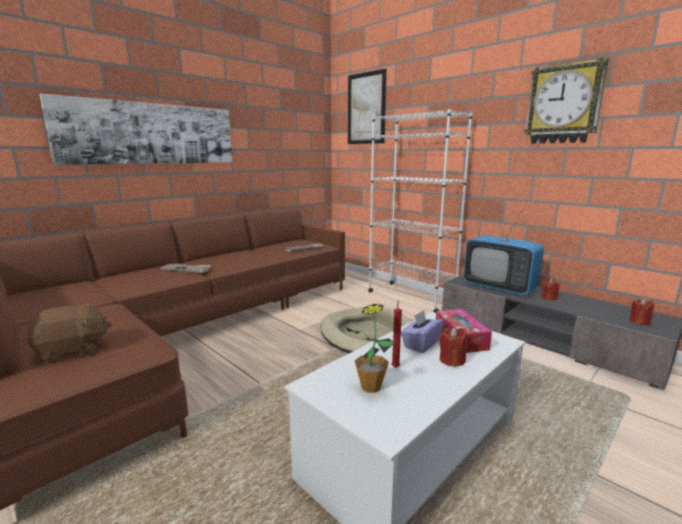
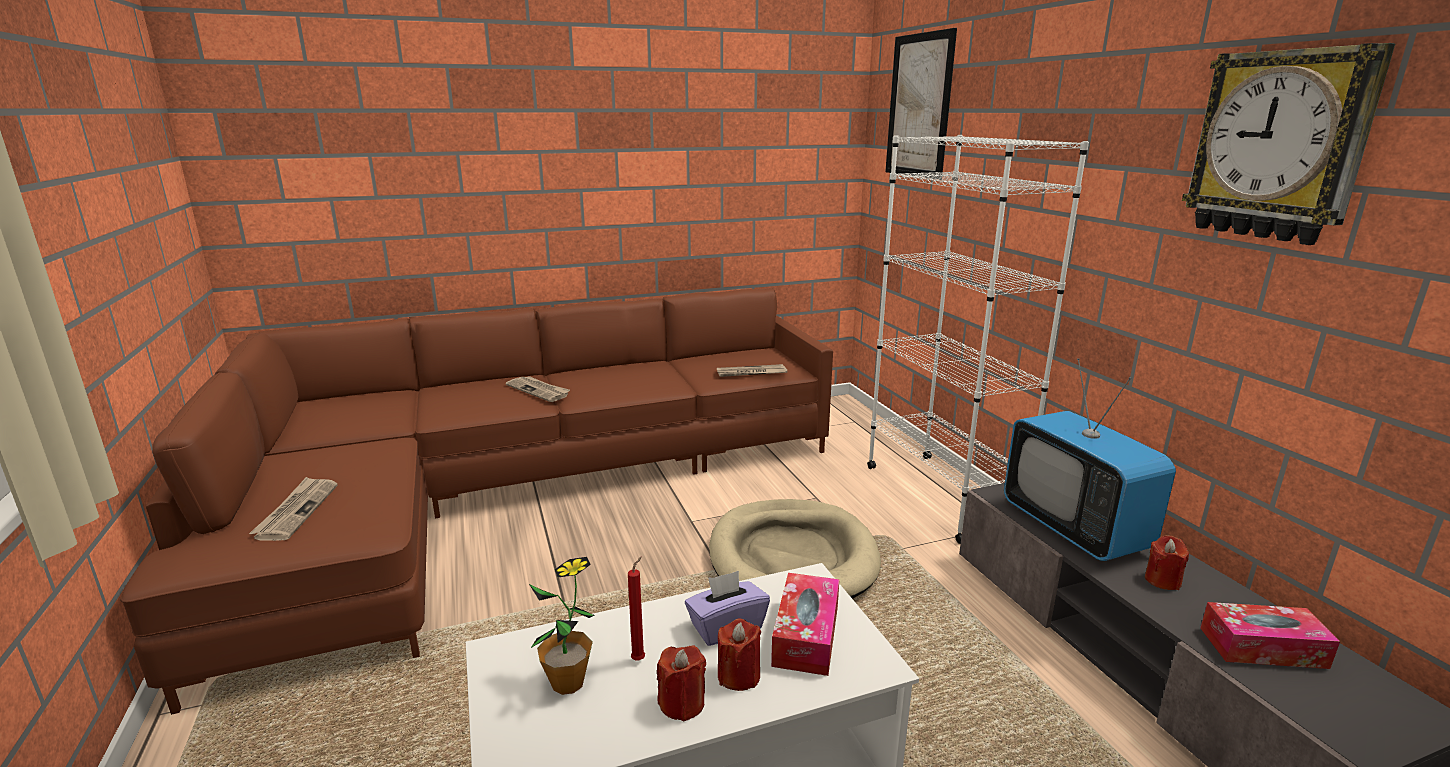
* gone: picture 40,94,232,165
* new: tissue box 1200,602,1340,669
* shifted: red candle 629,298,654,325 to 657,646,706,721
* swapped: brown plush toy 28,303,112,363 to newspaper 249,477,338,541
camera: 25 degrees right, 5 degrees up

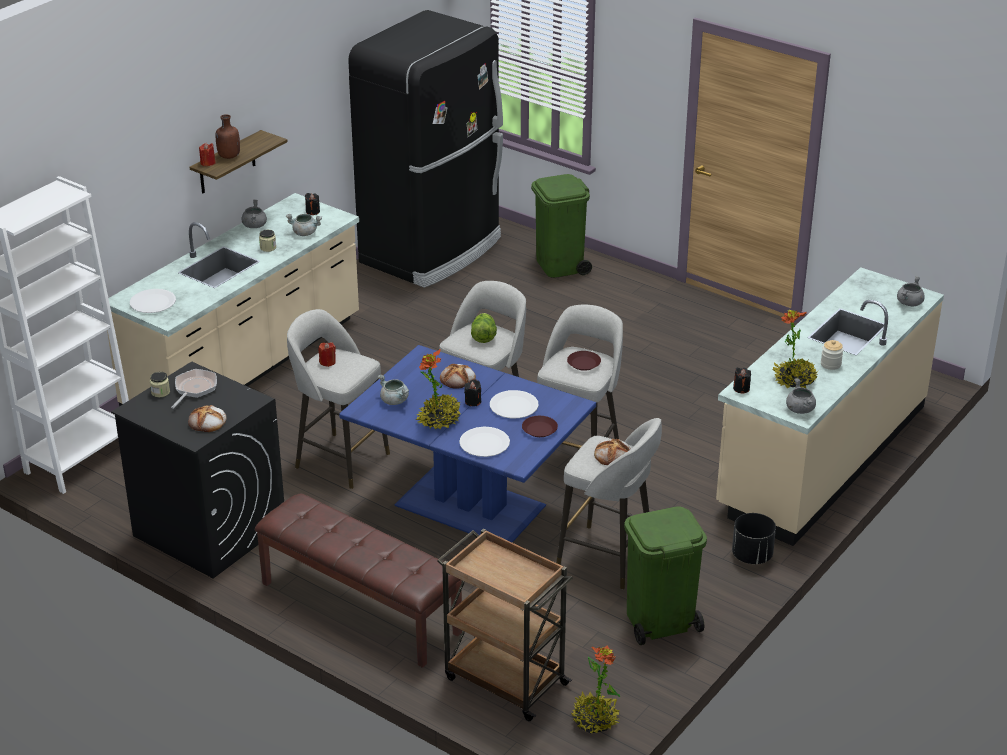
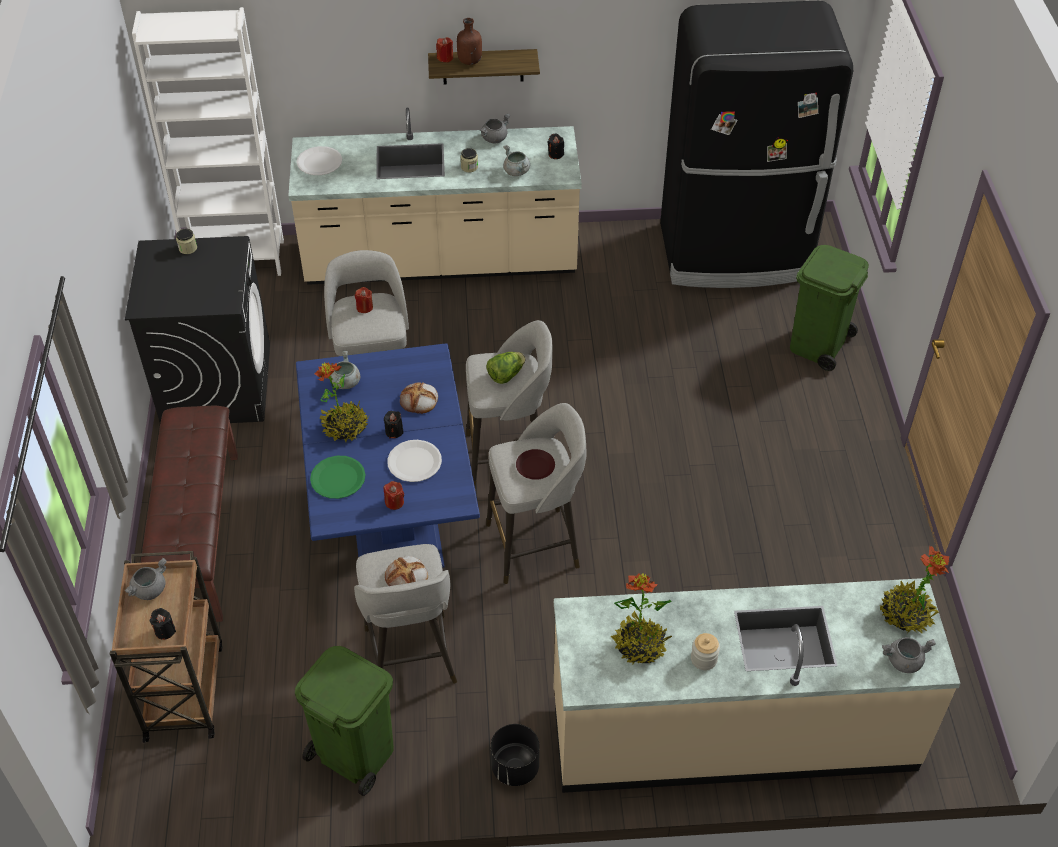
* gone: frying pan 171,369,217,409
* gone: bread 188,405,227,432
* shifted: potted plant 571,646,620,733 to 880,546,949,633
* shifted: black candle 733,368,751,393 to 149,608,176,640
* shifted: grey cooking pot 786,378,816,414 to 125,558,167,600
* swapped: brown plate 522,416,558,437 to red candle 384,481,404,510
* repainted: white plate 459,427,510,457 to green plate 310,456,366,499
camera: 50 degrees right, 15 degrees up

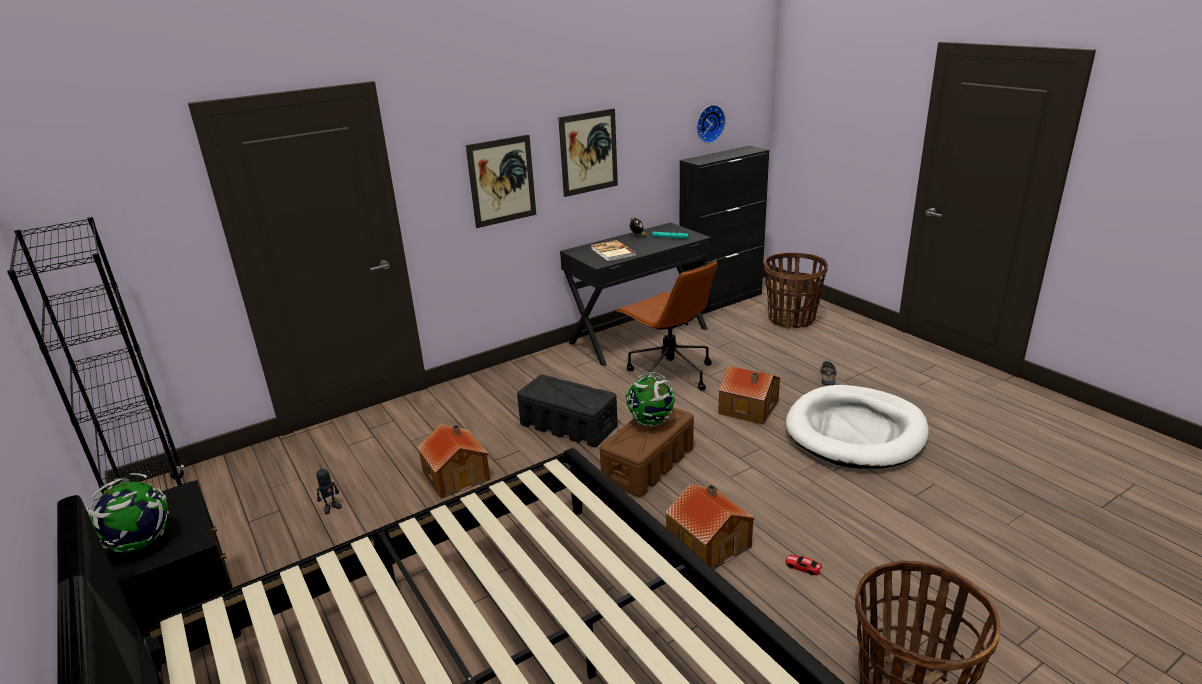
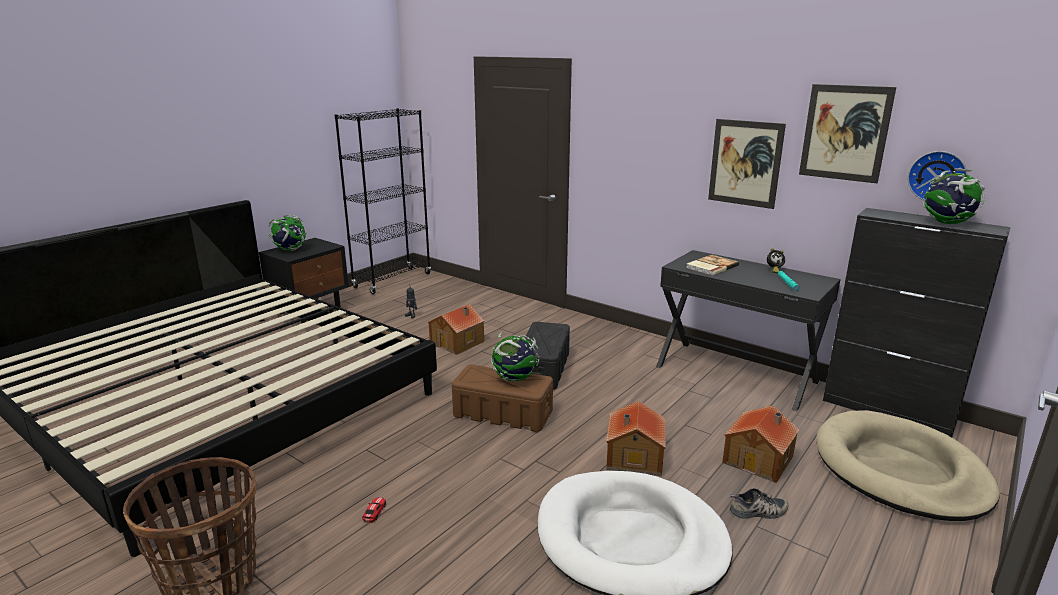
* gone: brown office chair 616,260,717,390
* new: globe 923,168,985,224
* shifted: picture 466,135,536,228 to 799,84,896,183
* shifted: toy house 665,484,754,569 to 722,405,800,483
* swapped: basket 764,253,828,329 to beige dog bed 816,410,1000,521
camera: 70 degrees right, 5 degrees down

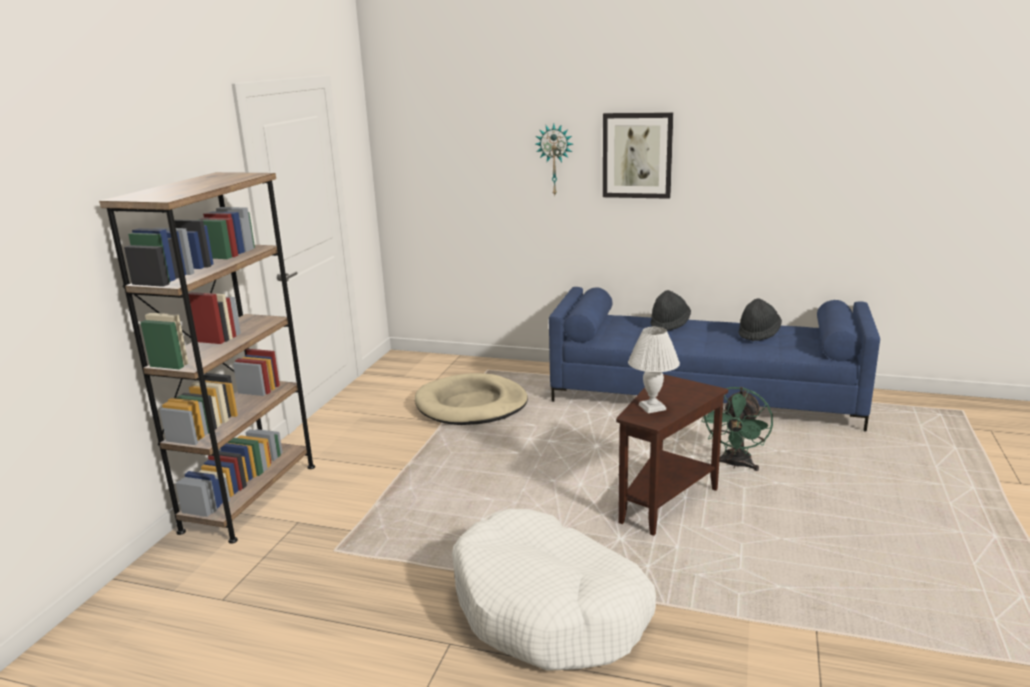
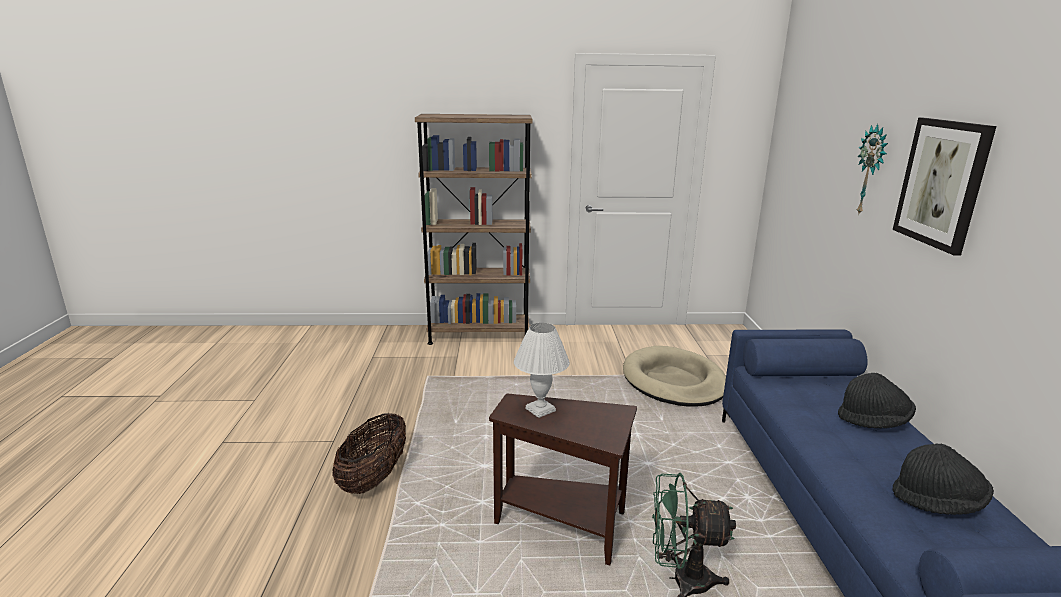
* swapped: white dog bed 452,509,656,671 to basket 332,412,406,494
camera: 70 degrees right, 0 degrees up

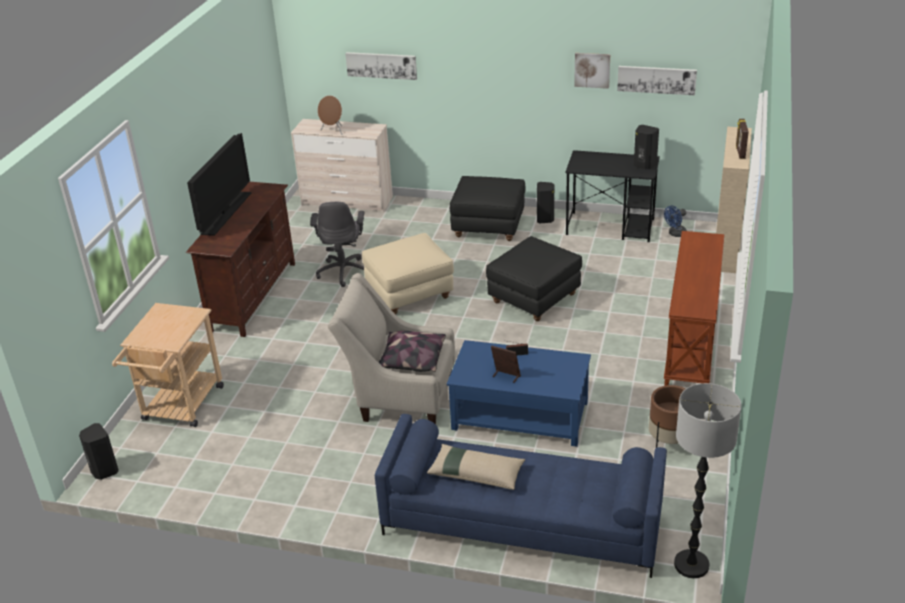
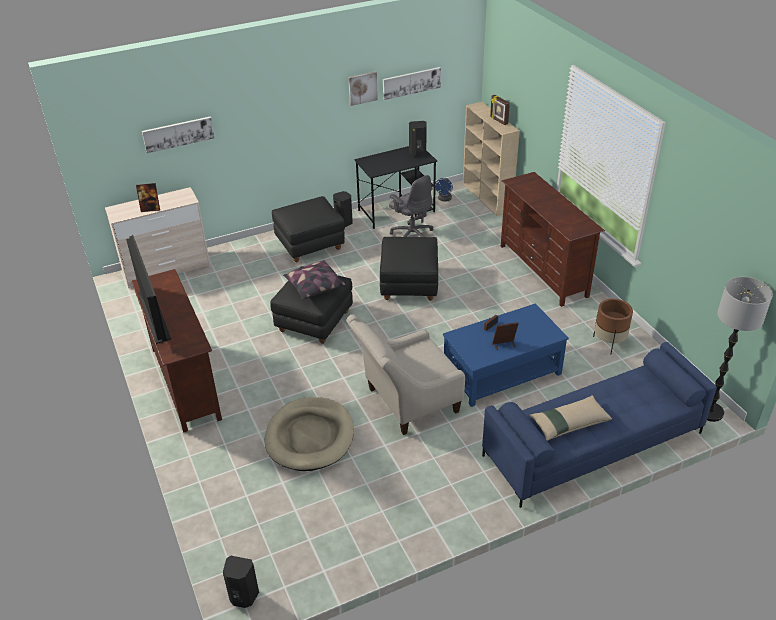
* gone: beige cart 112,303,224,427
* new: beige dog bed 265,397,354,471
* shifted: grey office chair 310,202,364,287 to 389,175,433,237
* shifted: pillow 379,331,446,372 to 283,260,345,300
* swapped: brown speaker 318,95,342,135 to picture frame 136,183,160,212
* swapped: brown console table 664,231,724,386 to brown tv stand 501,172,605,307
* repainted: beige ottoman 362,233,454,314 to black ottoman 270,266,353,344
camera: 40 degrees left, 5 degrees up

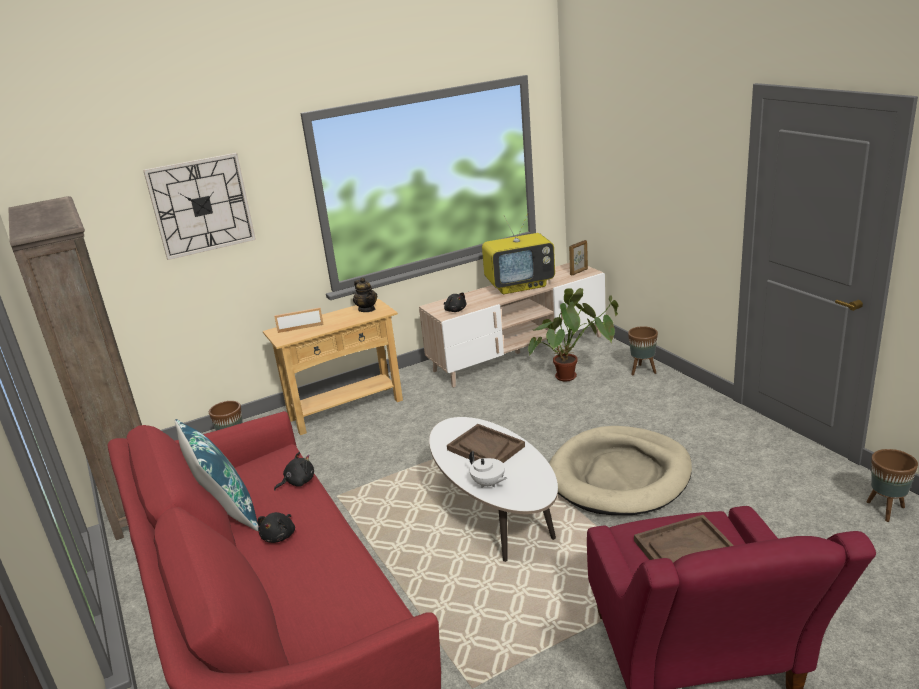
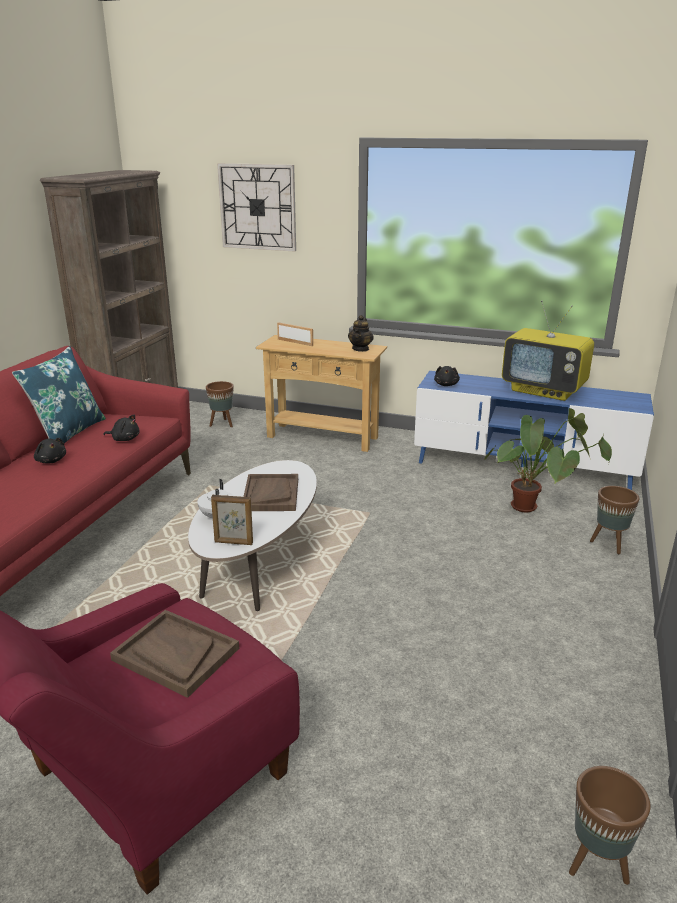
* gone: beige dog bed 549,426,692,515
* shifted: picture frame 569,240,588,275 to 211,495,253,545
* repainted: beige tv stand 419,263,606,388 to blue tv stand 414,371,654,490
* rotated: black plush toy 258,512,295,543 = 34,438,66,464 105 degrees counterclockwise
camera: 45 degrees right, 0 degrees up

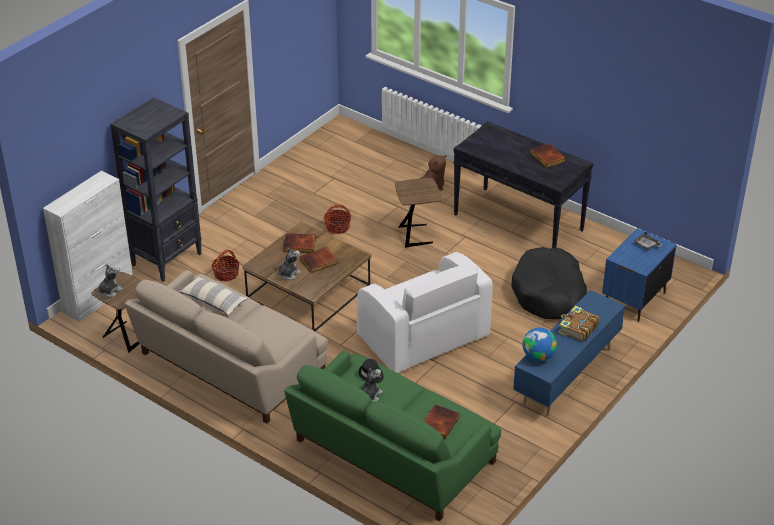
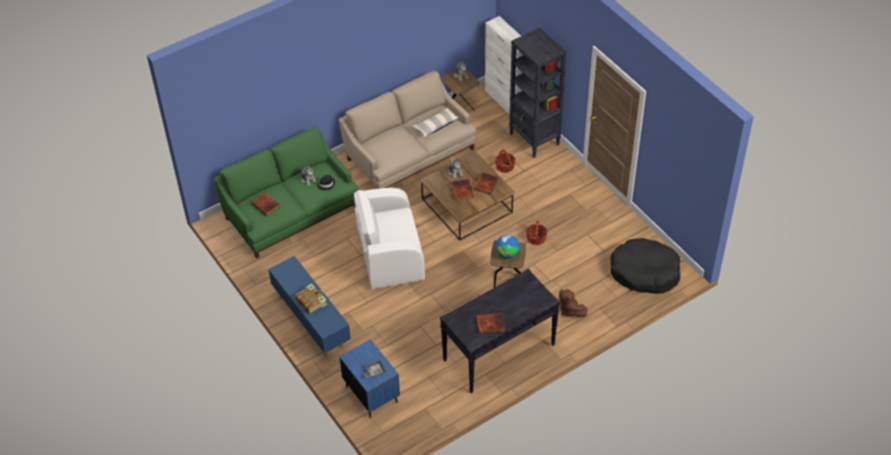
* shifted: black dog bed 511,247,587,319 to 611,238,680,294
* shifted: globe 523,328,557,362 to 496,234,520,259
camera: 110 degrees right, 10 degrees up

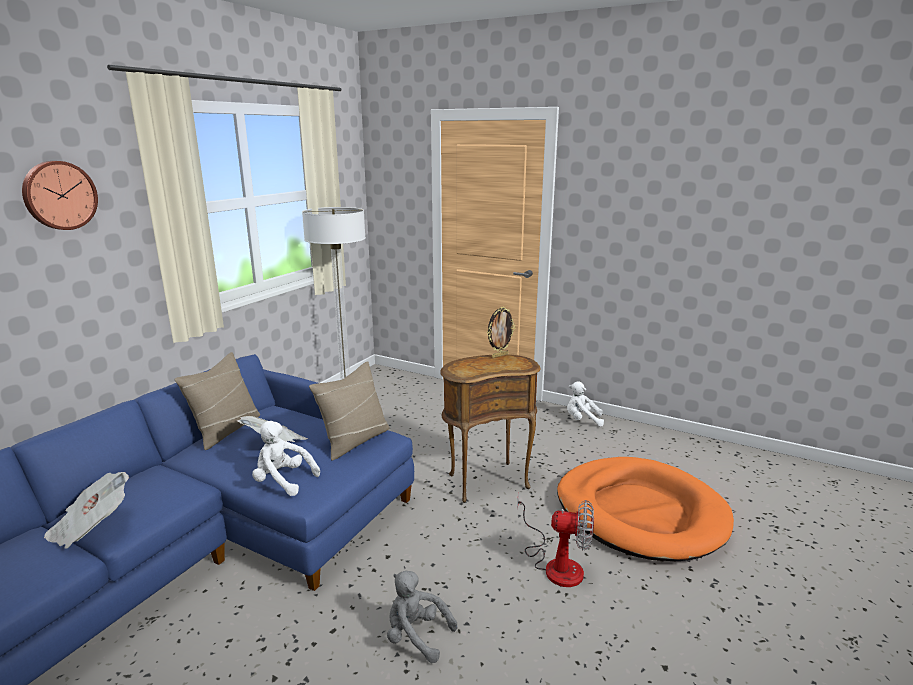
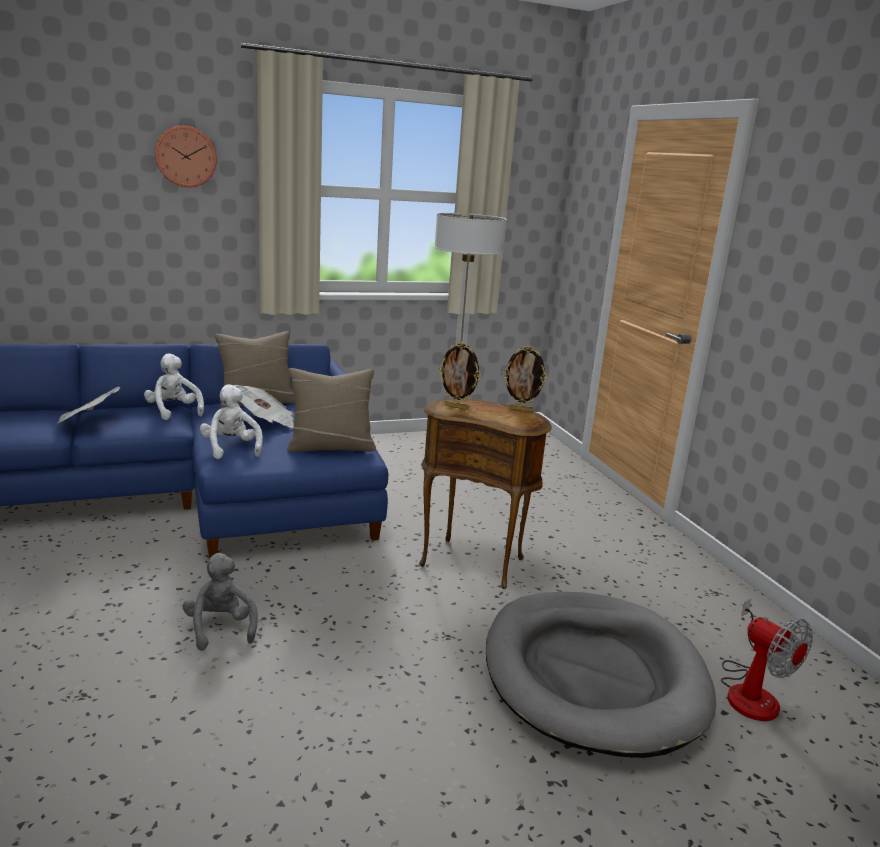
* new: picture frame 438,341,481,410
* shifted: fan 517,493,594,587 to 721,599,813,721
* shifted: white plush toy 567,381,604,427 to 144,354,204,420
* repainted: orange dog bed 557,457,734,561 to grey dog bed 486,592,716,758
camera: 40 degrees right, 0 degrees up

